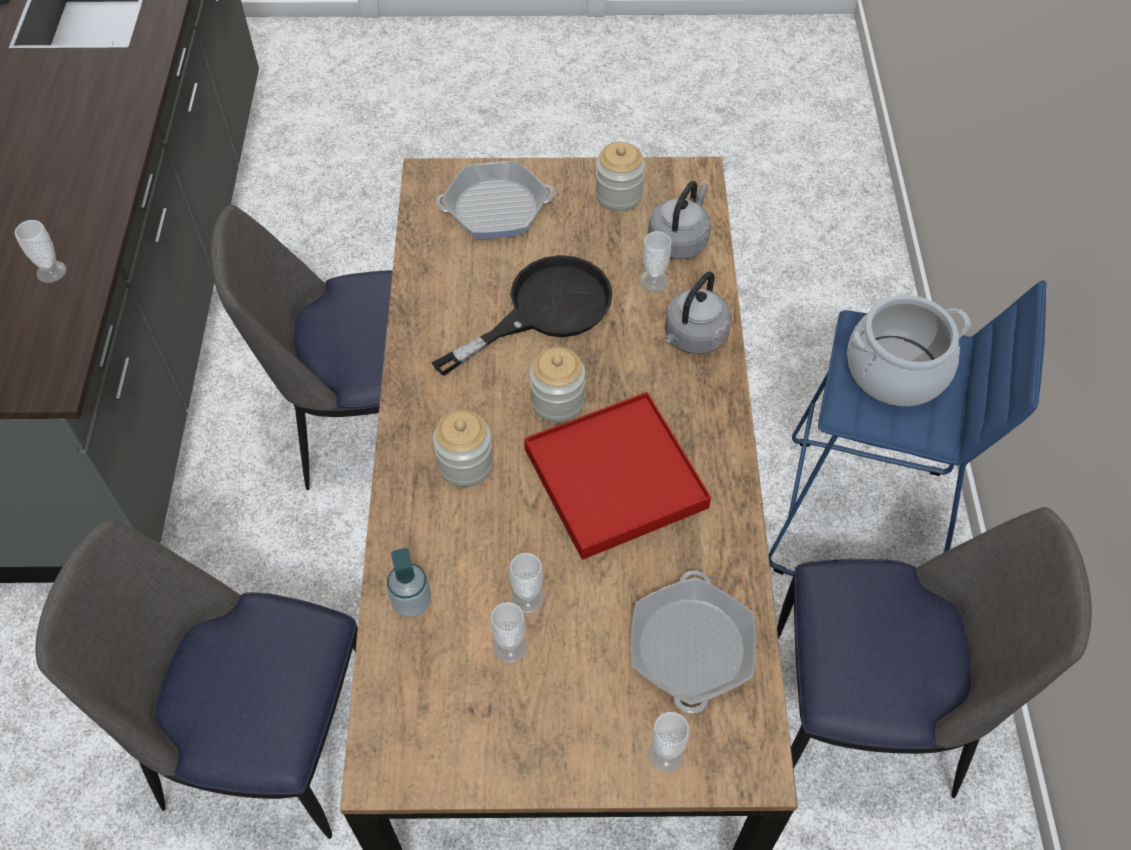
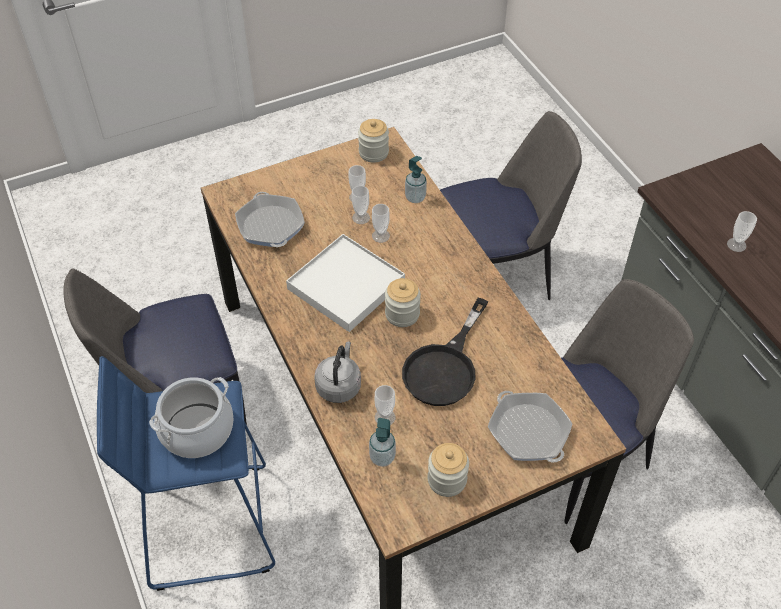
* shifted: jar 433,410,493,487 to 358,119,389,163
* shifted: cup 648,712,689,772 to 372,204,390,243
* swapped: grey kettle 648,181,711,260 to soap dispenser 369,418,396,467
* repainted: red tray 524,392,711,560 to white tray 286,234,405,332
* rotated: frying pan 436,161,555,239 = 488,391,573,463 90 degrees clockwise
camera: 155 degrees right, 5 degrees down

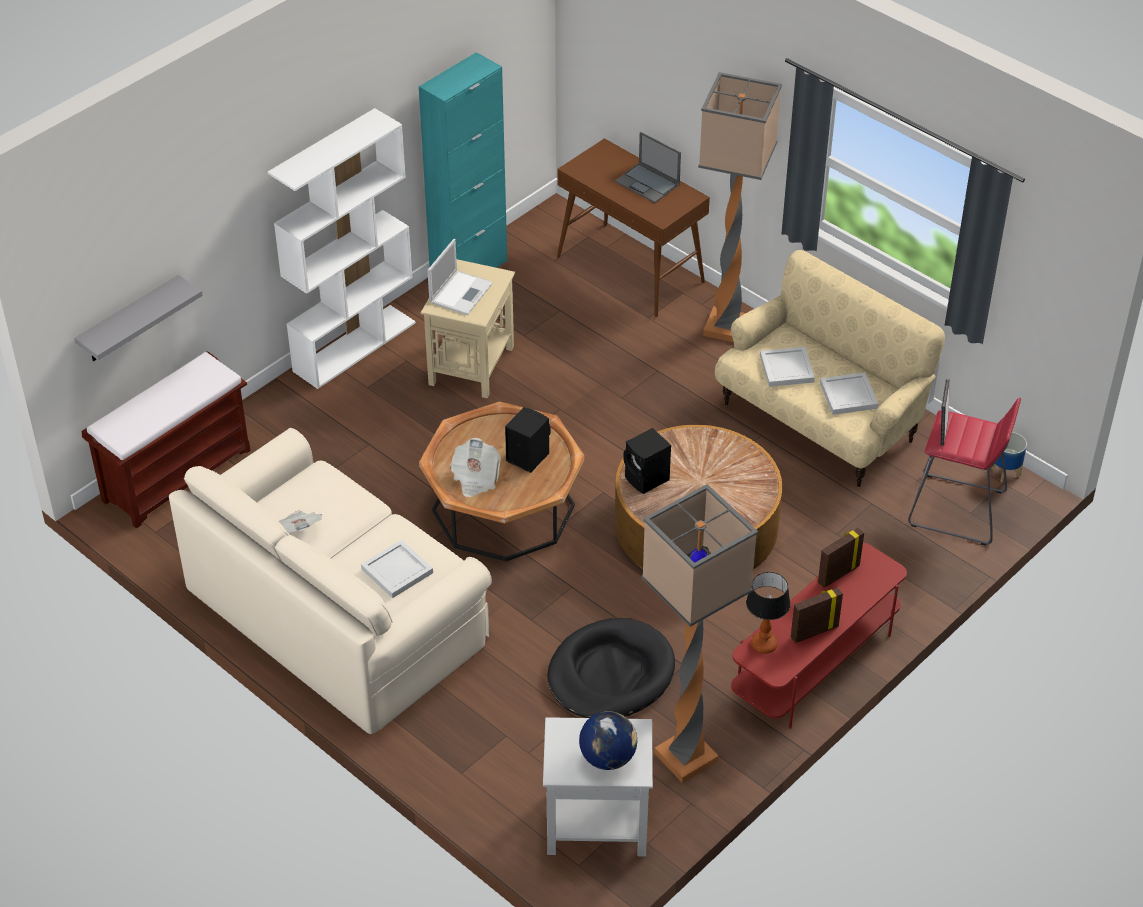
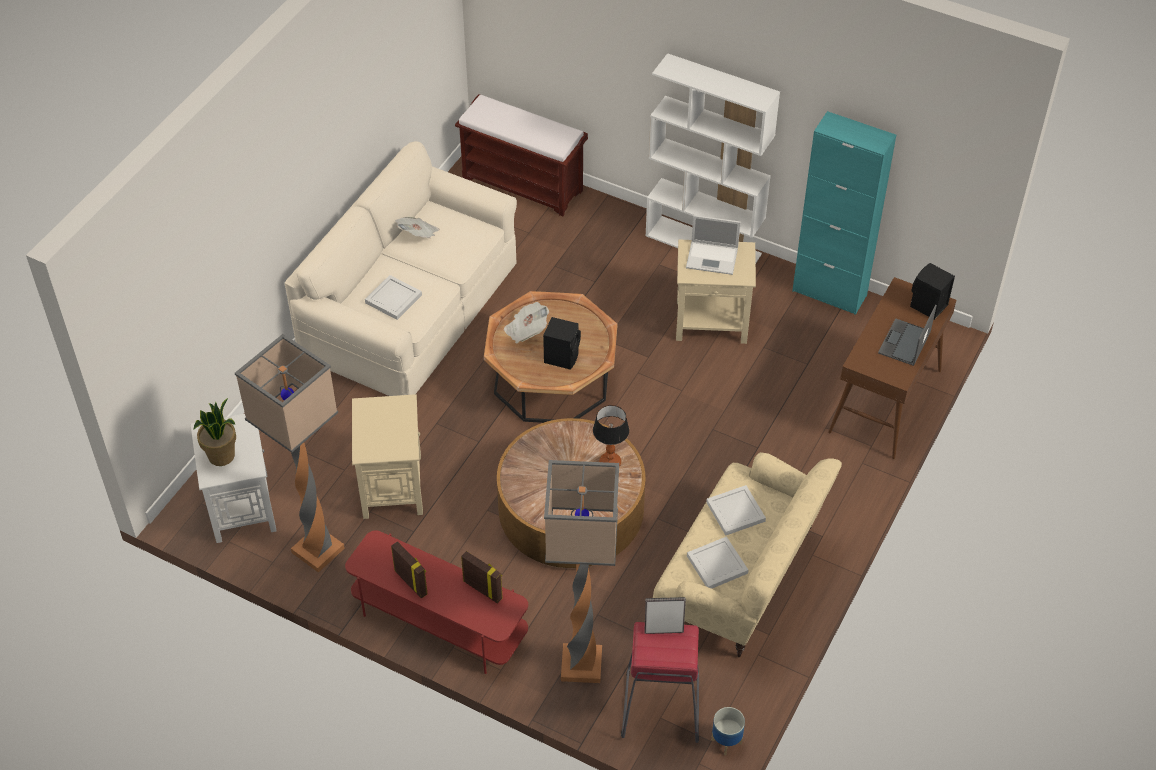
* gone: grey shelf 74,275,203,361
* shifted: black speaker 623,428,671,494 to 910,263,955,320
* shifted: floor lamp 698,72,782,342 to 544,460,619,683
* shifted: table lamp 746,572,791,654 to 593,405,629,467
* swapped: black dog bed 547,618,675,718 to beige side table 352,394,423,519
* swapped: globe 579,711,637,770 to potted plant 194,398,236,466
camera: 75 degrees right, 5 degrees up

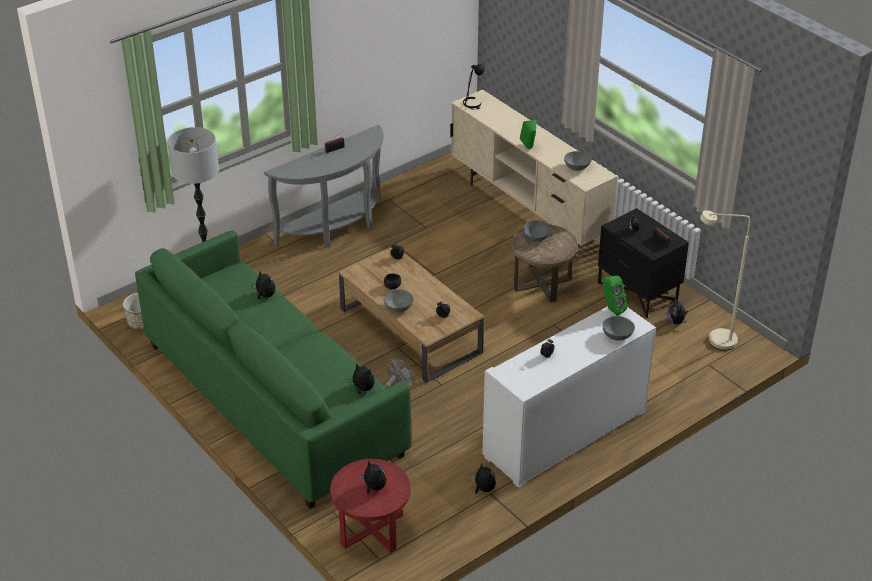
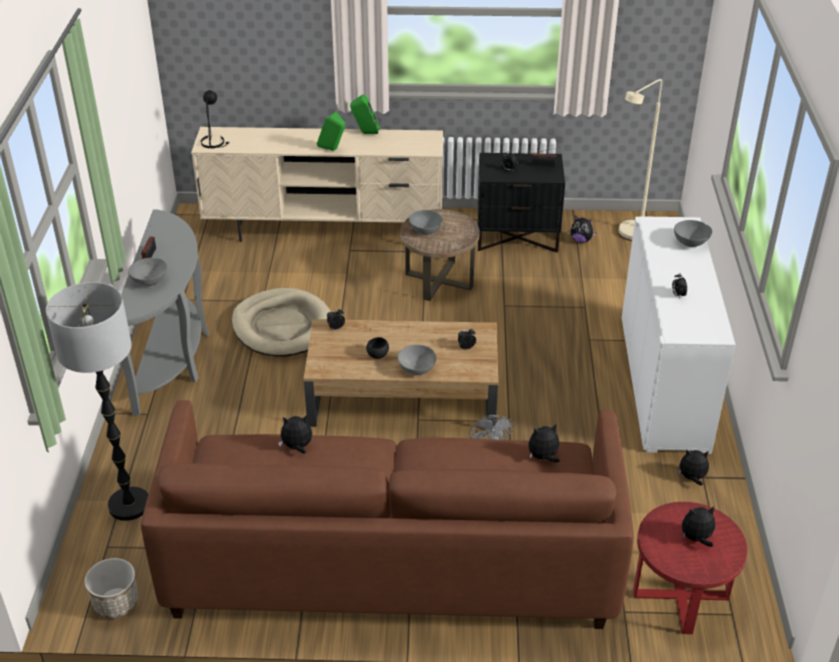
* new: beige dog bed 232,288,331,356
* shifted: grey bowl 564,151,592,171 to 128,258,167,286
* shifted: green speaker 602,275,628,316 to 350,94,380,134
* repainted: green sofa 135,230,412,509 to brown sofa 141,400,634,629
camera: 50 degrees left, 0 degrees up

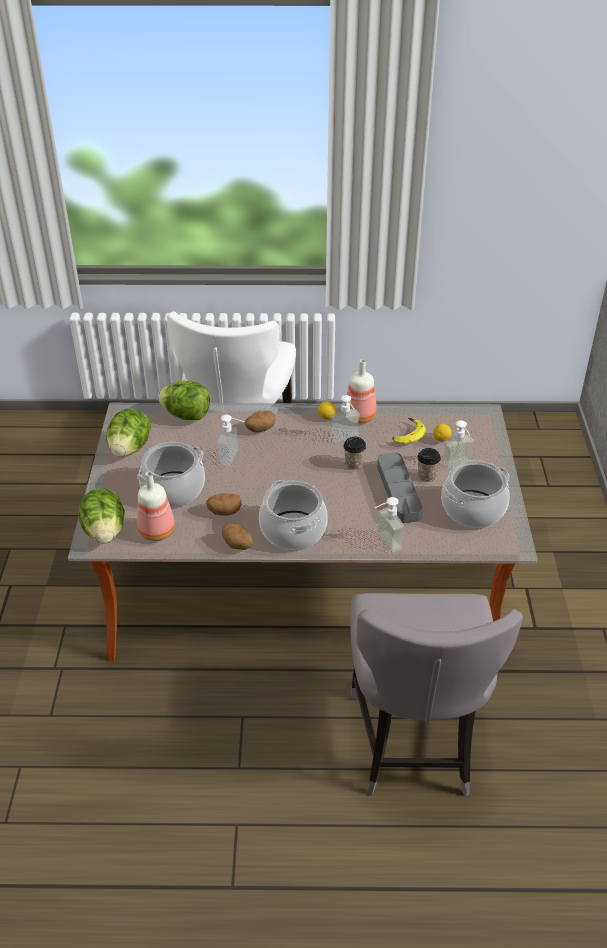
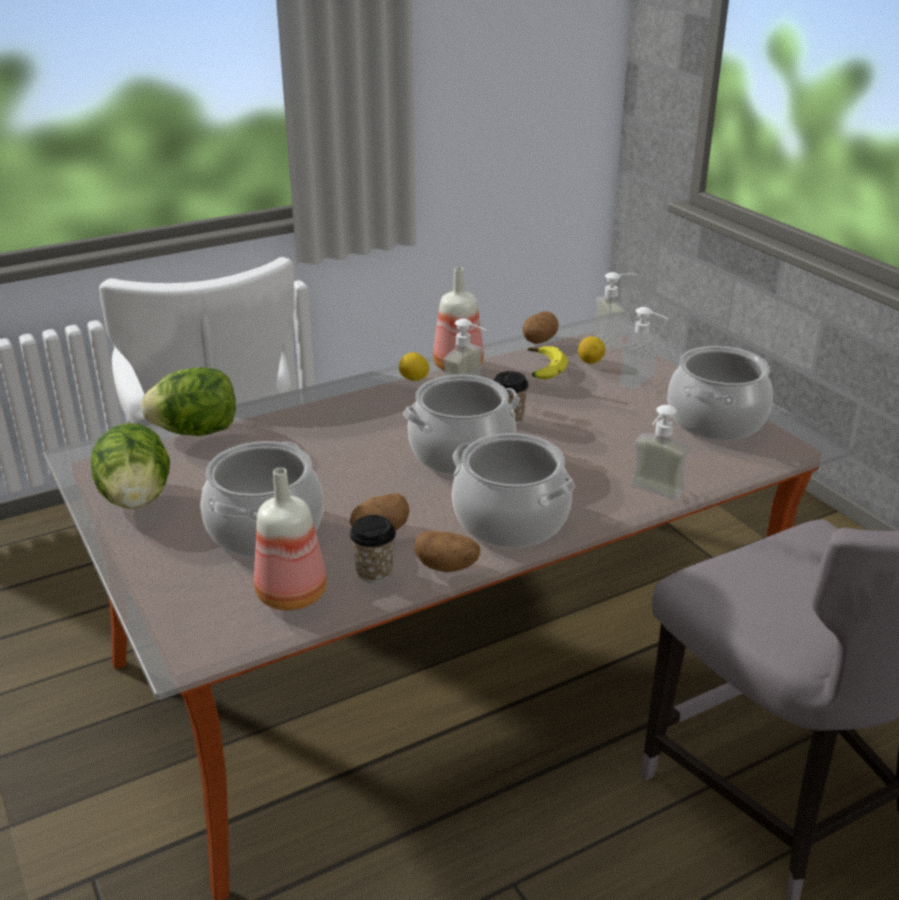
* gone: lettuce 78,488,125,543
* gone: grey tray 377,453,423,523
* new: cooking pot 403,375,519,475
* shifted: soap dispenser 217,415,244,466 to 593,272,637,350
* shifted: potato 245,411,275,432 to 522,311,559,344
* shifted: cup 418,448,441,482 to 350,515,396,583
camera: 30 degrees left, 10 degrees down

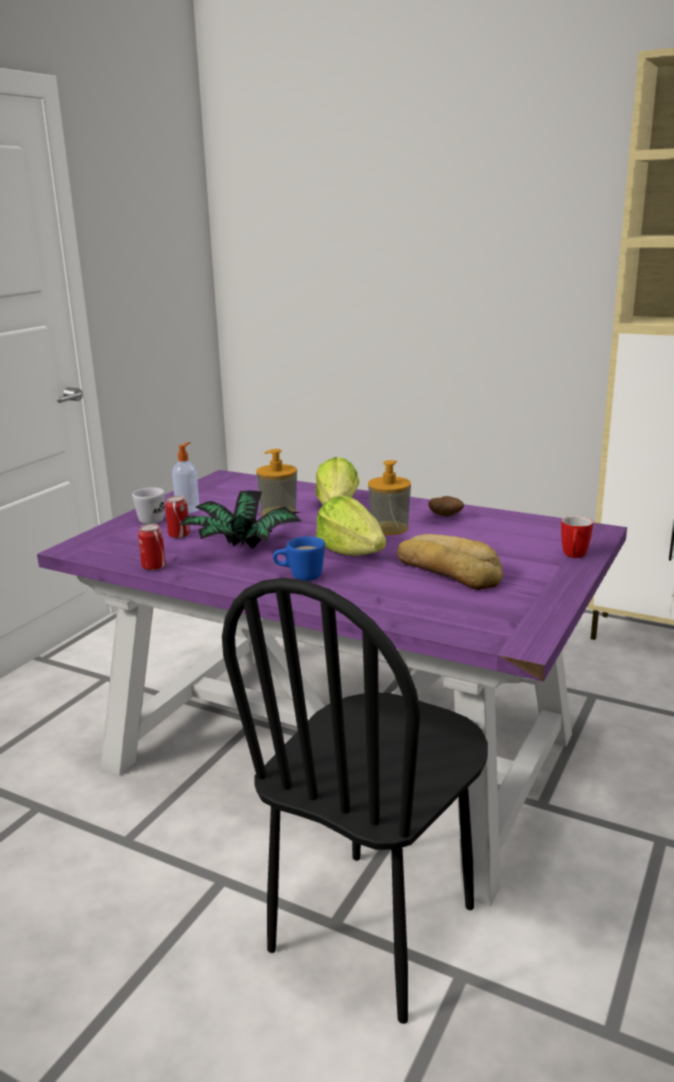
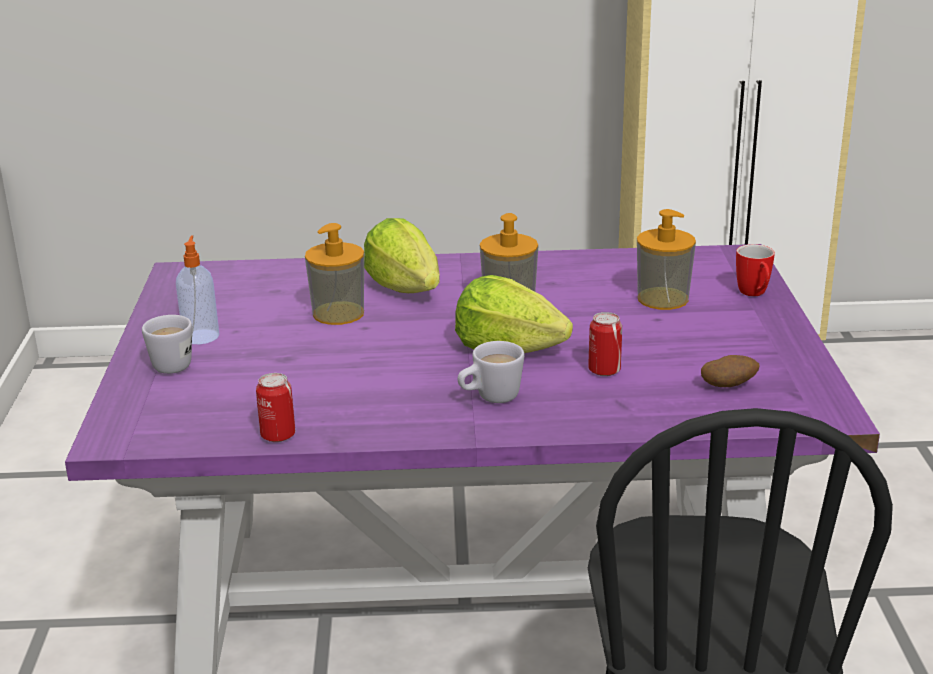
* gone: potted plant 179,490,301,549
* gone: bread 397,534,503,590
* new: soap dispenser 637,209,696,310
* shifted: can 165,496,190,538 to 588,312,622,376
* shifted: potato 428,496,464,517 to 701,355,759,387
* repainted: blue mug 273,536,325,581 to white mug 458,341,524,403
camera: 30 degrees left, 5 degrees up

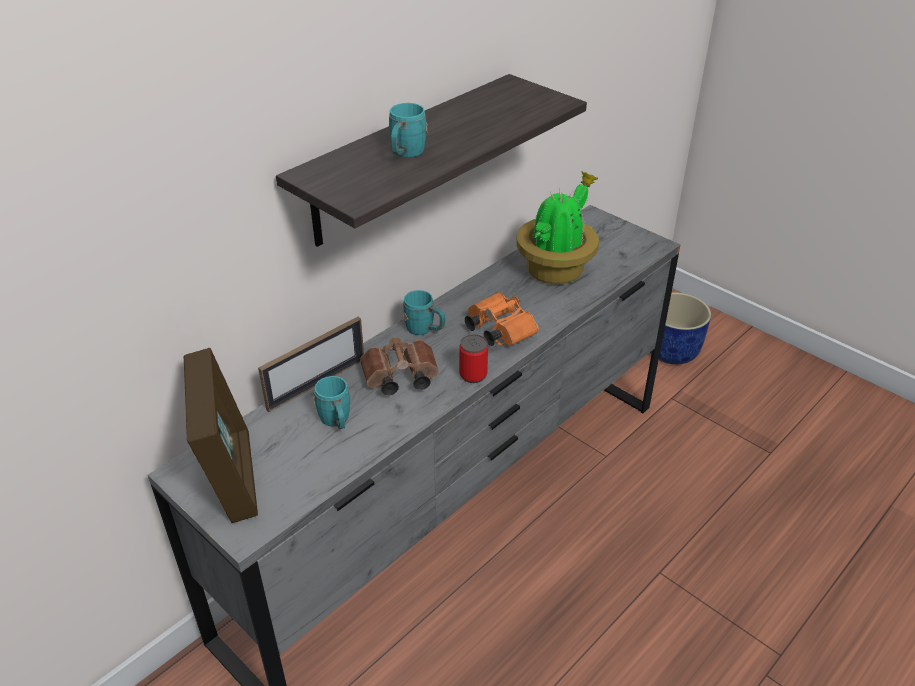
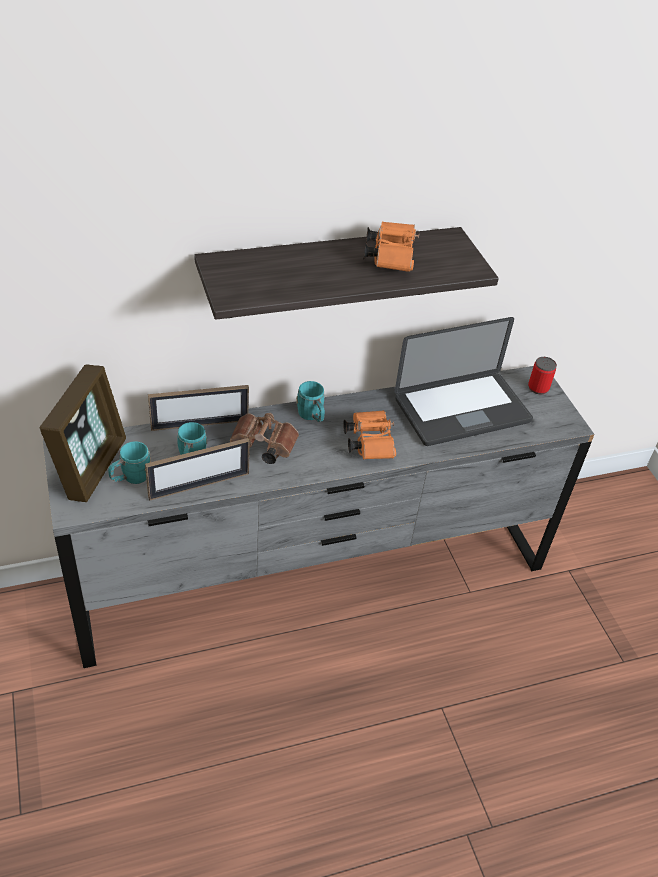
* gone: blue planter 650,292,711,364
* new: picture frame 145,438,250,501
* new: orange binoculars 364,222,419,272
* shifted: turquoise mug 389,103,428,158 to 108,441,151,484
* shifted: can 459,334,488,383 to 528,357,557,395
* swapped: potted plant 516,171,599,284 to laptop 395,317,533,446
camera: 25 degrees right, 5 degrees up

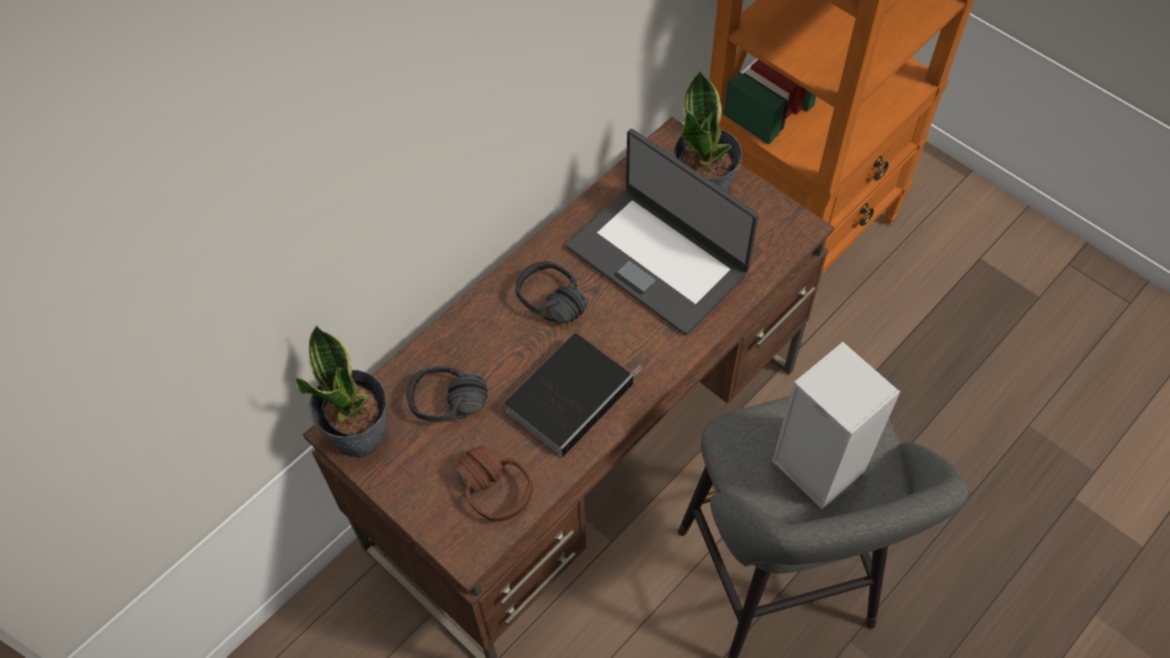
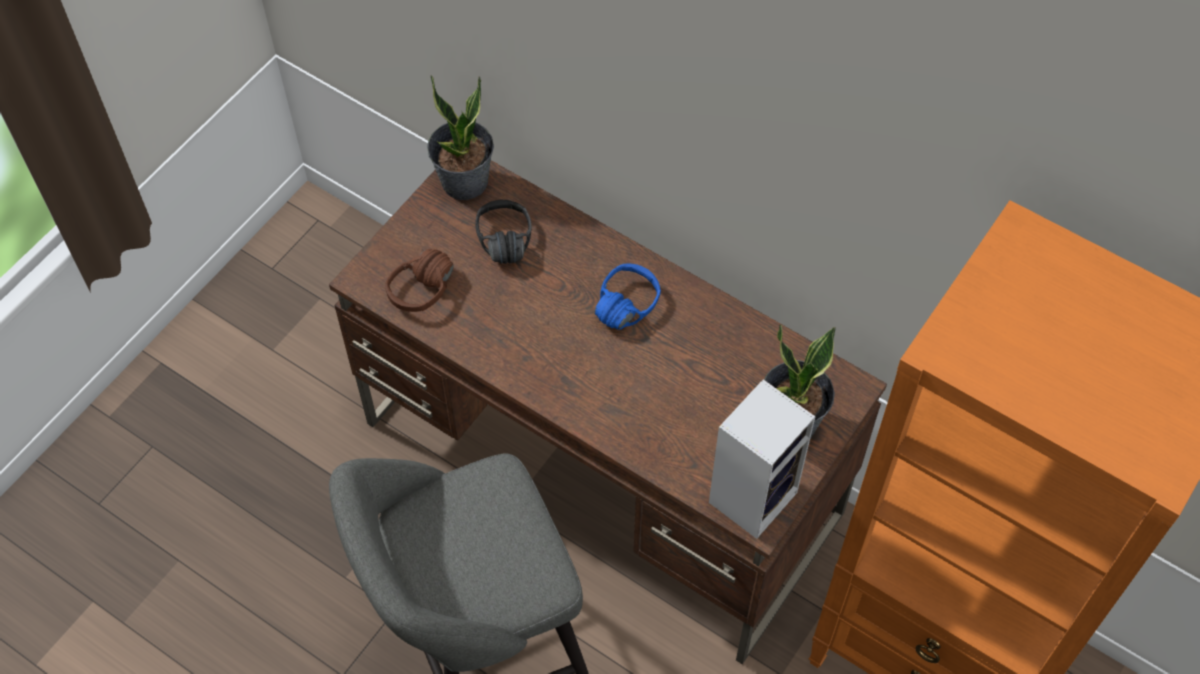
* gone: book 505,333,642,458
* gone: laptop 566,129,759,335
* shifted: speaker 772,342,901,509 to 709,379,816,539
* repainted: black headphones 516,261,588,323 to blue headphones 595,263,661,330
camera: 80 degrees right, 0 degrees up

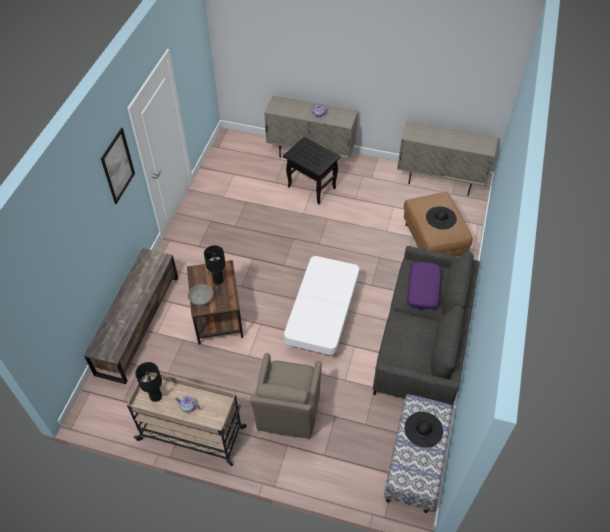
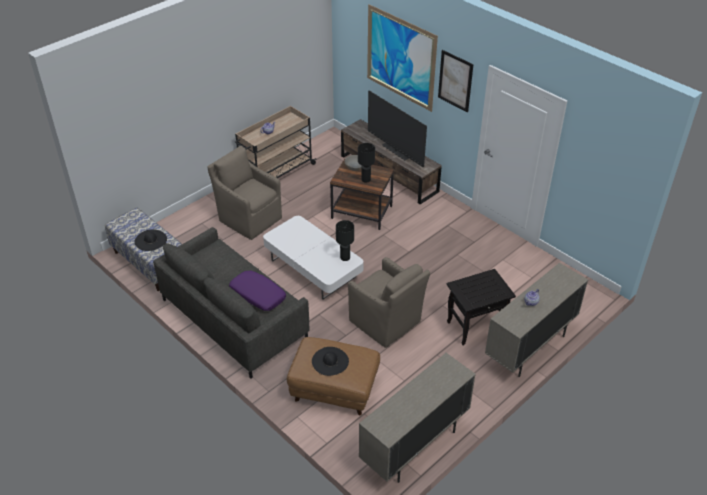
* new: brown armchair 348,257,430,348
* new: picture 367,4,438,112
* new: television 368,90,427,168
* shifted: black table lamp 135,362,162,402 to 336,220,354,261
camera: 120 degrees right, 10 degrees down

